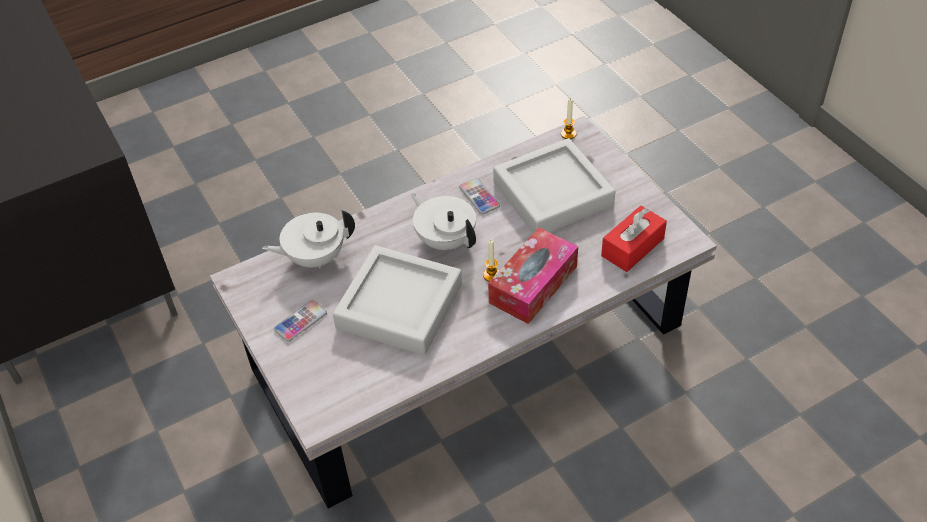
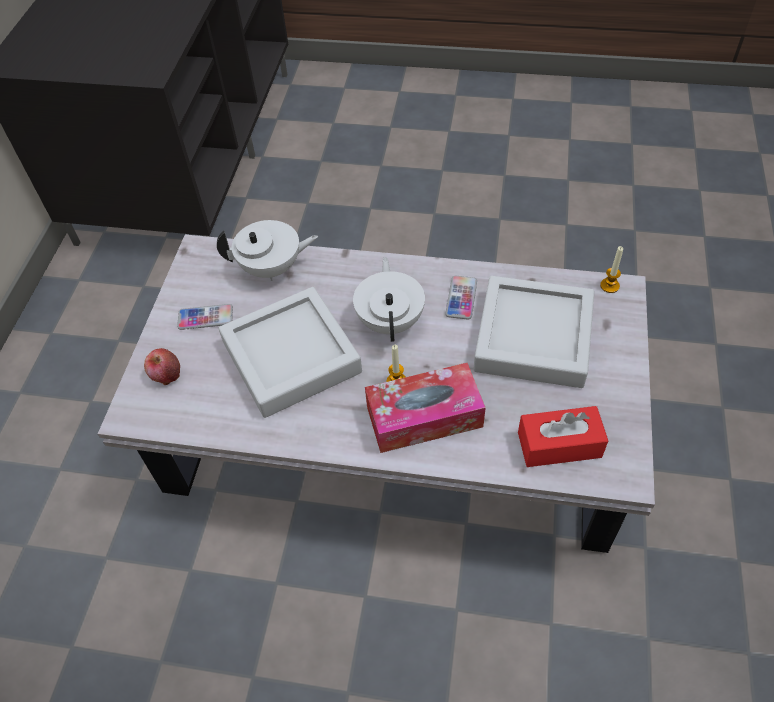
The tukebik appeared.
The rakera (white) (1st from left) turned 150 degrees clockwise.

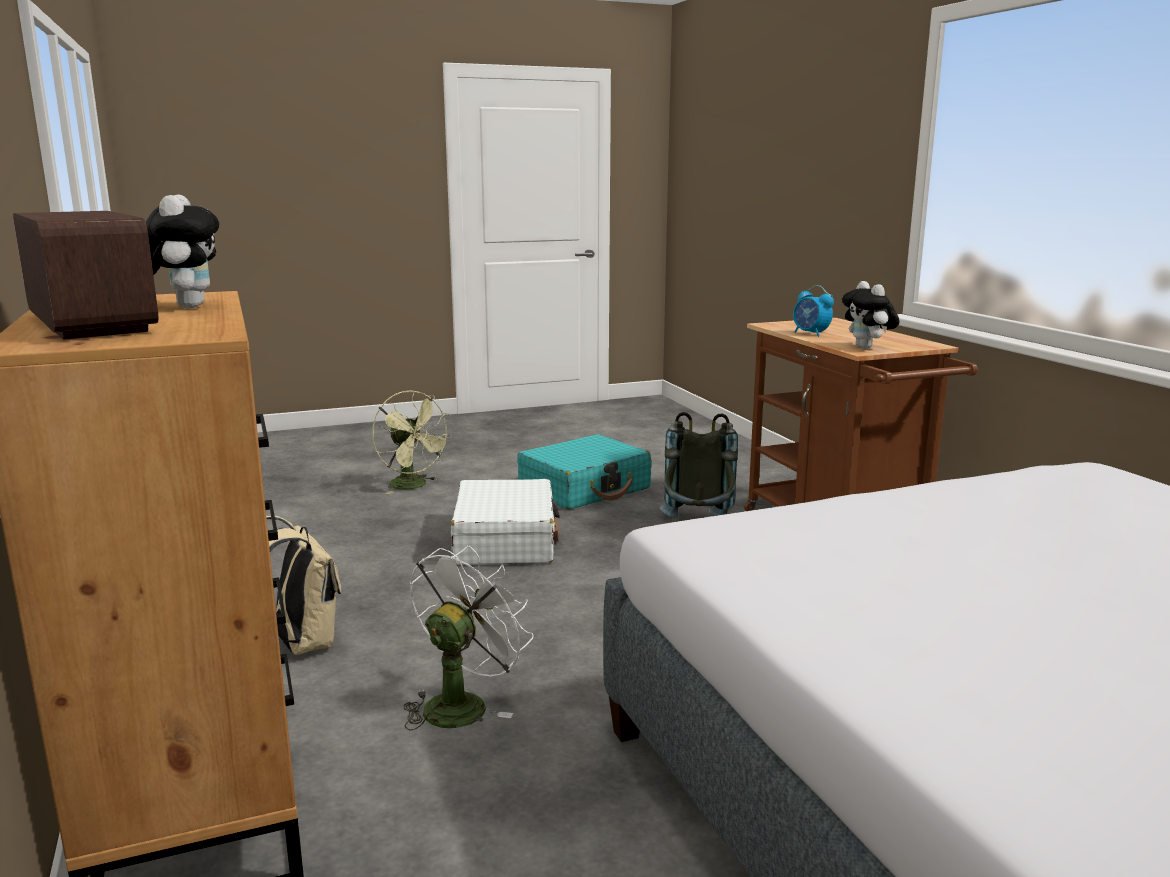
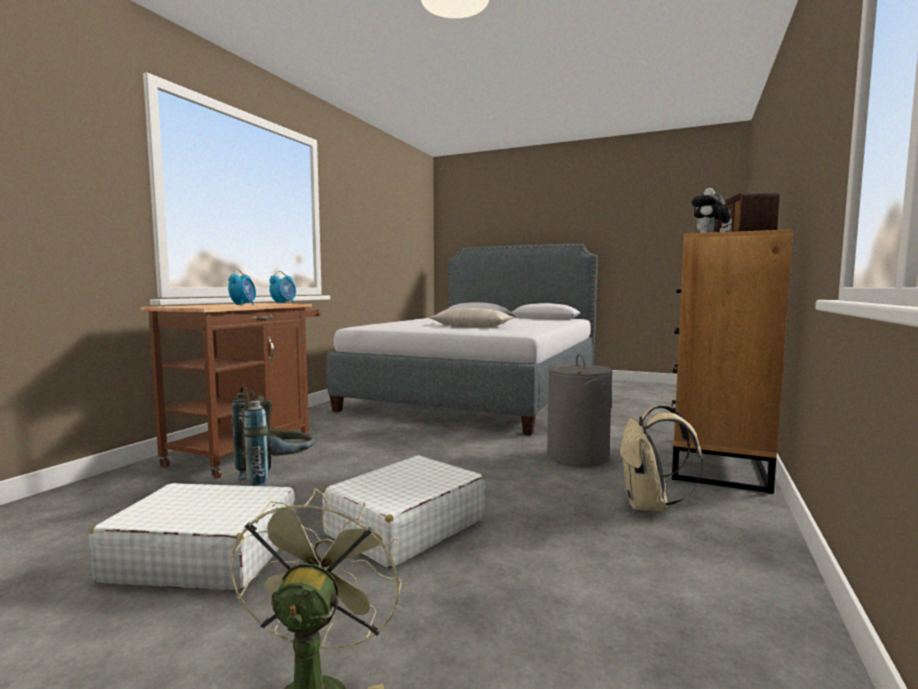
The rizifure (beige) appeared.
The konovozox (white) was replaced by the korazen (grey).
The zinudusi (2nd from left) was replaced by the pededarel (2nd from left).
The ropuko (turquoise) became the ropuko (white) (1st from left).

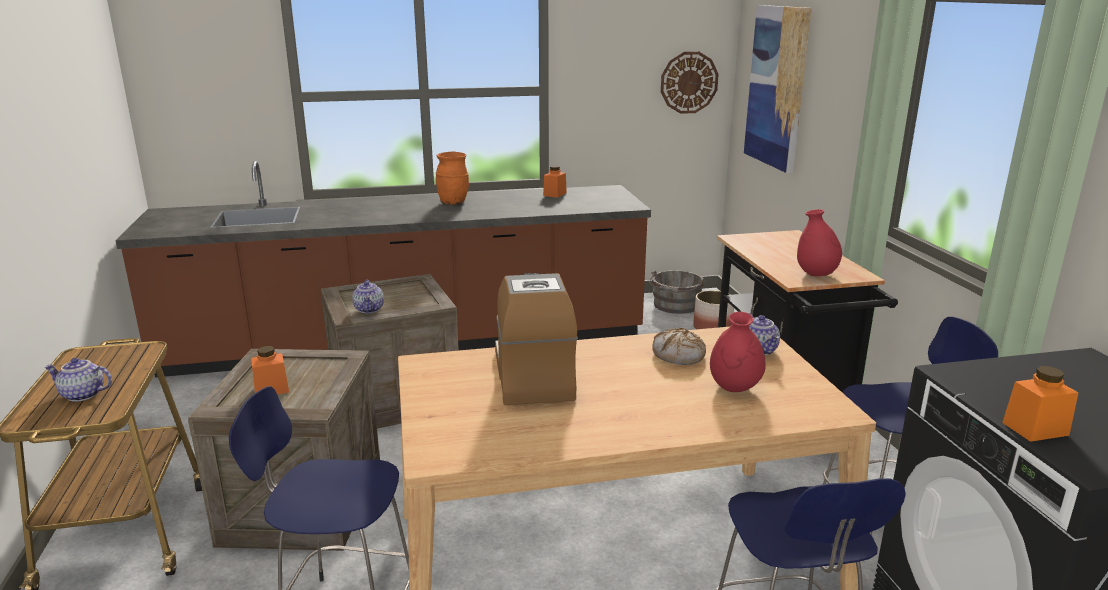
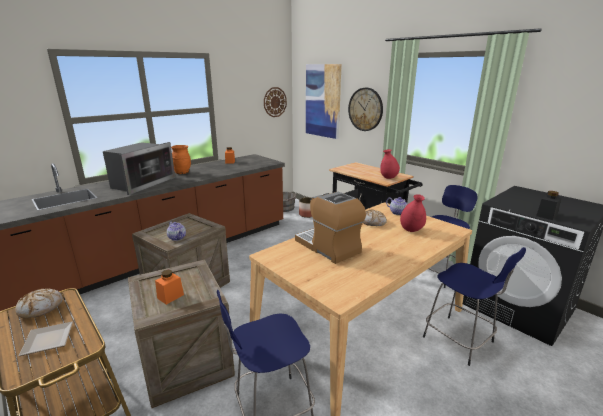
The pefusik (1st from left) appeared.
The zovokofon appeared.
The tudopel (2nd from left) appeared.
The rakera (1st from left) was replaced by the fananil.
The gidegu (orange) (3rd from left) became the gidegu (black).

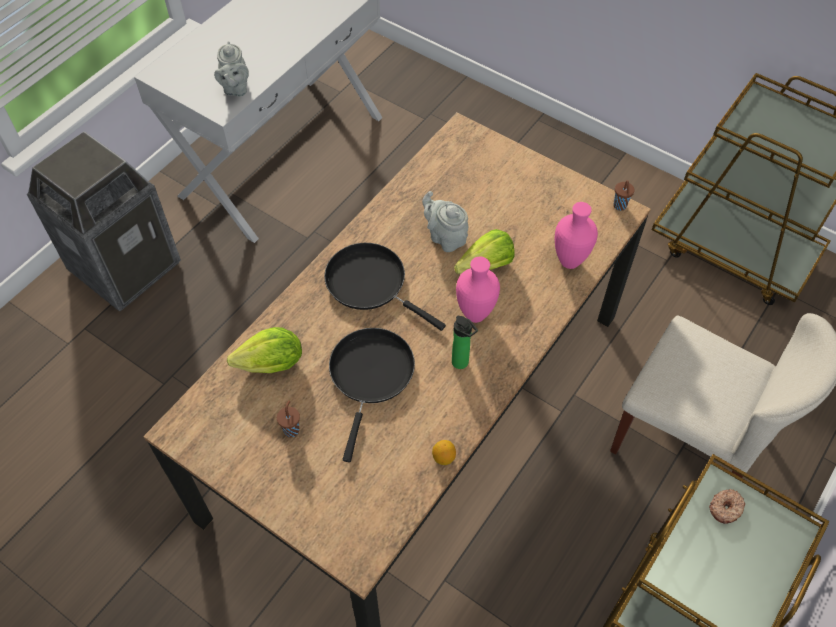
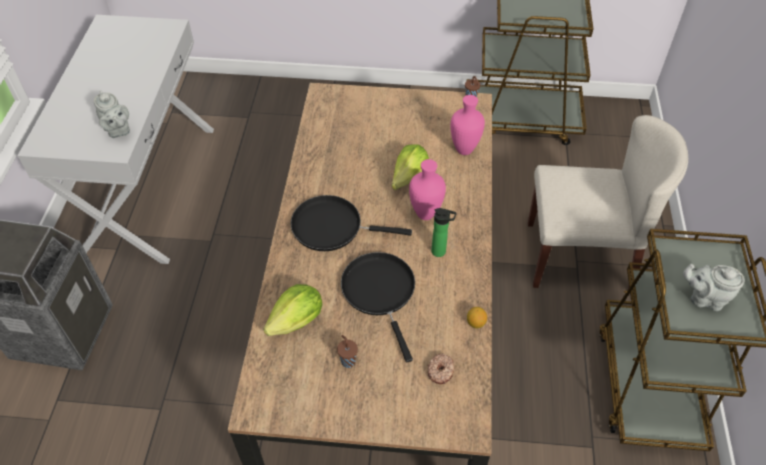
The rakera (grey) (2nd from left) moved.
The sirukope moved.

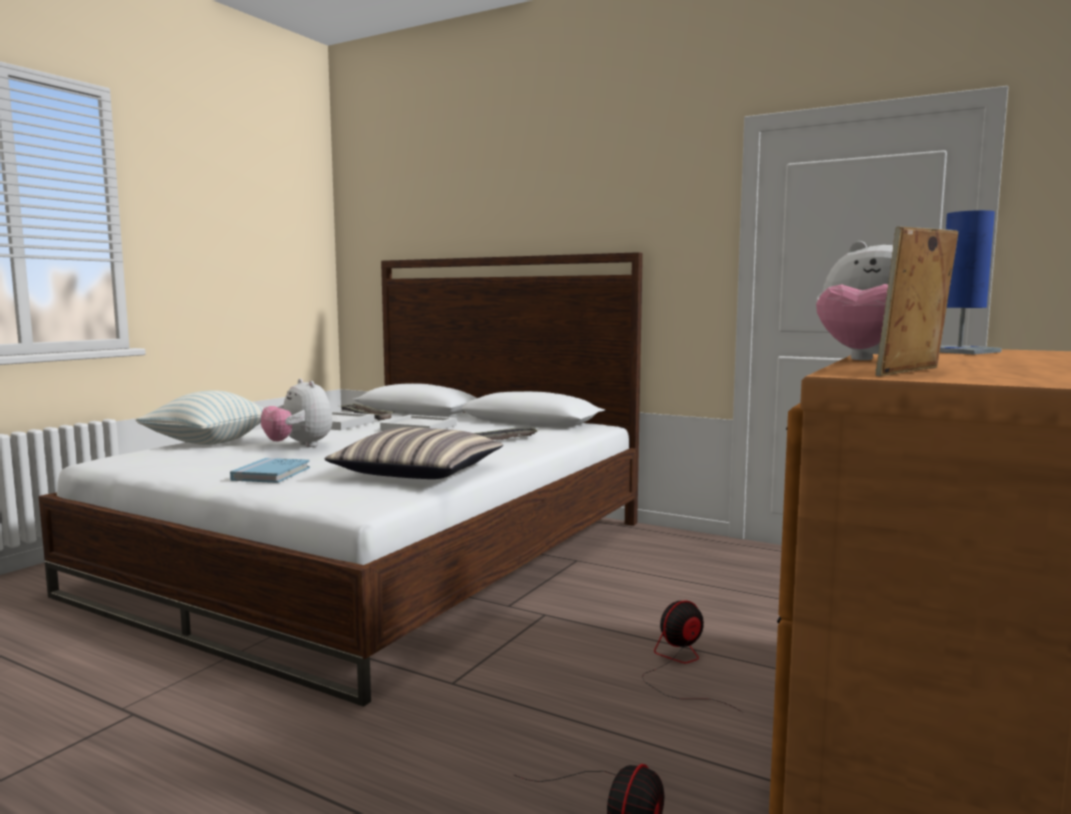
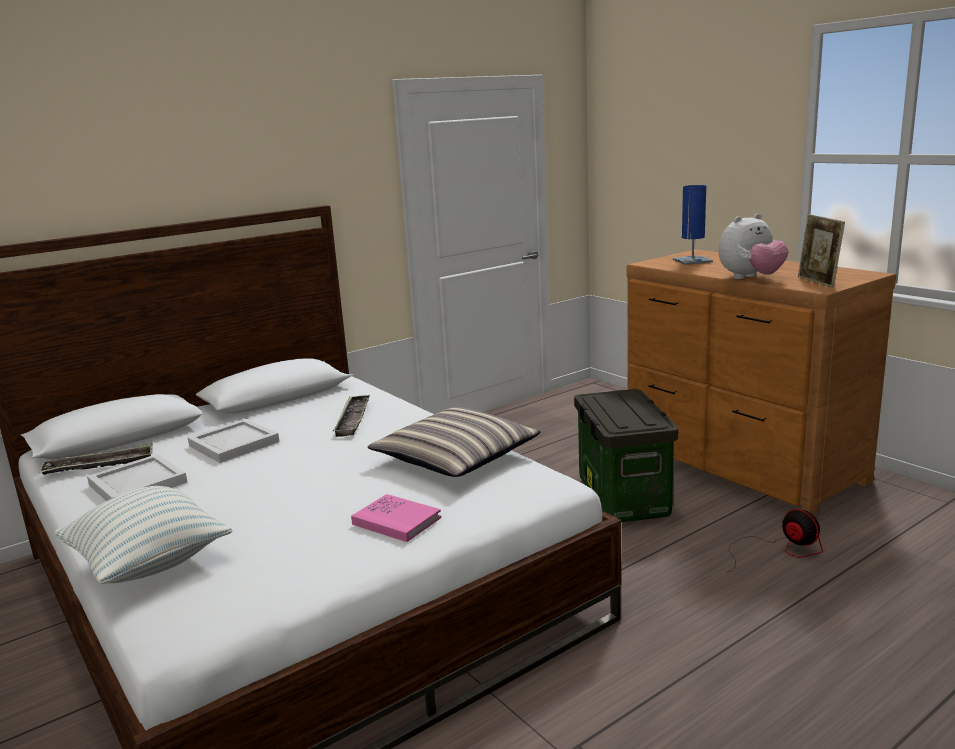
The zinudusi (1st from left) disappeared.
The konovozox (2nd from left) was replaced by the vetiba.
The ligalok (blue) became the ligalok (pink).

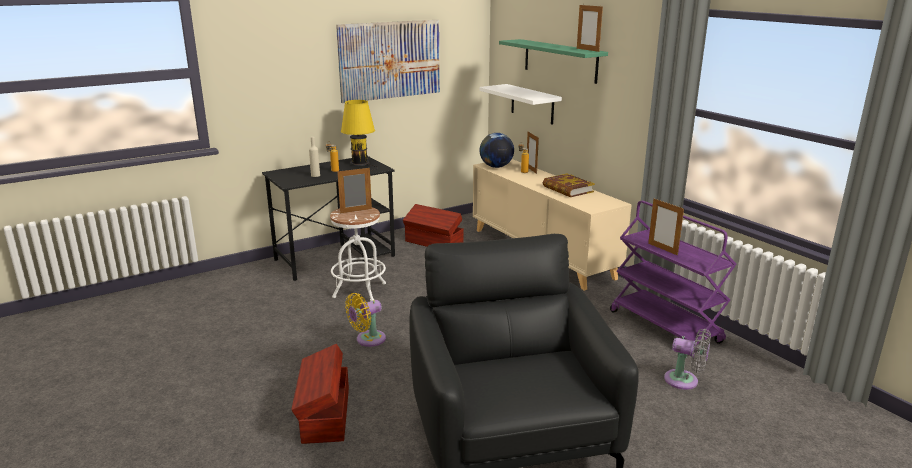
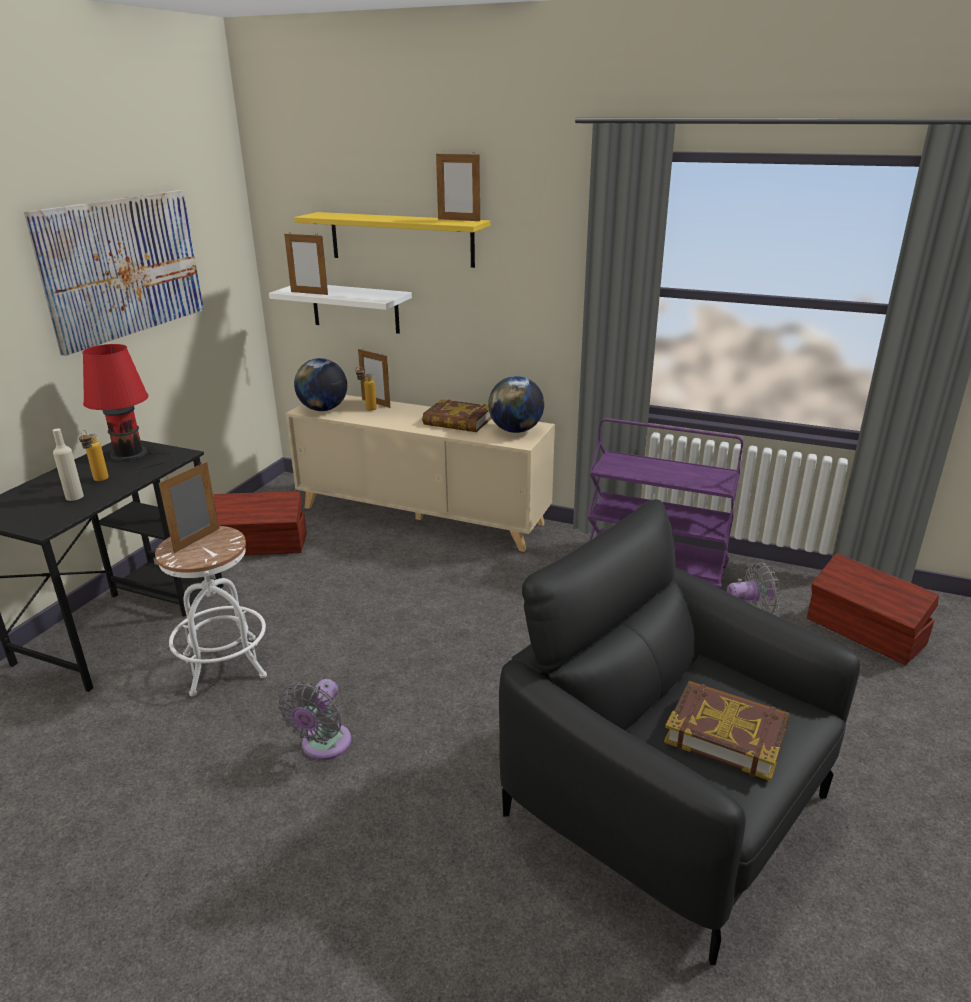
The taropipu (2nd from left) appeared.
The ligalok (2nd from left) appeared.
The vetiba (brown) (1st from left in the first image) moved.
The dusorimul (4th from left in the first image) moved.
The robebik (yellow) became the robebik (red).
The konovozox (yellow) became the konovozox (grey) (1st from left).
The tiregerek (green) became the tiregerek (yellow).

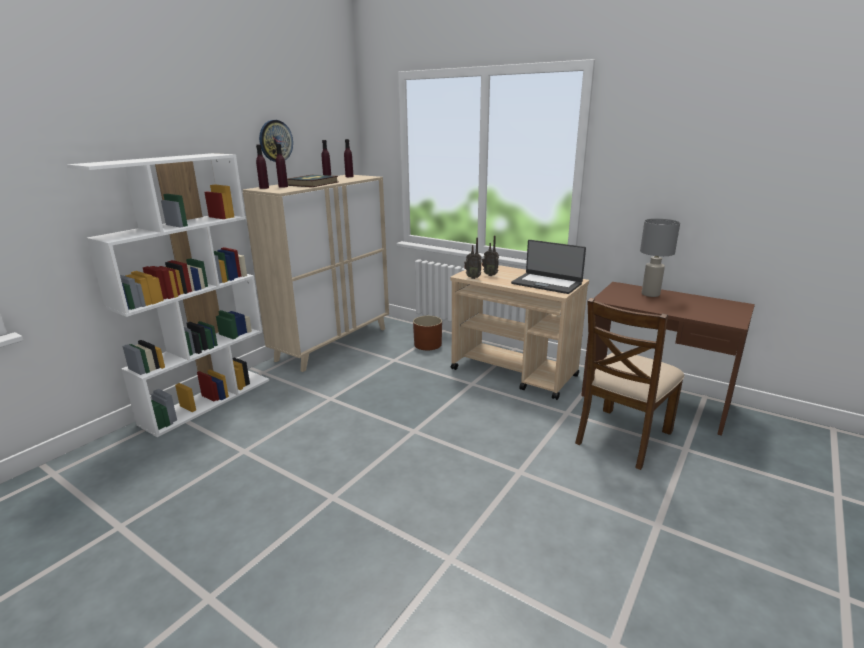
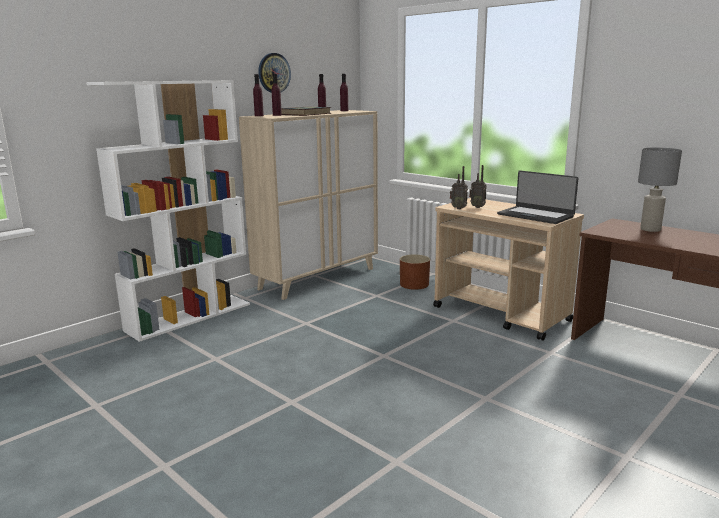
The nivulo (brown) disappeared.

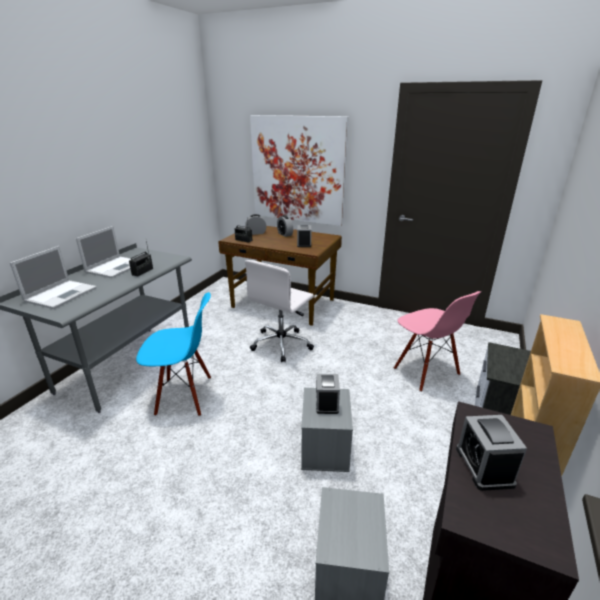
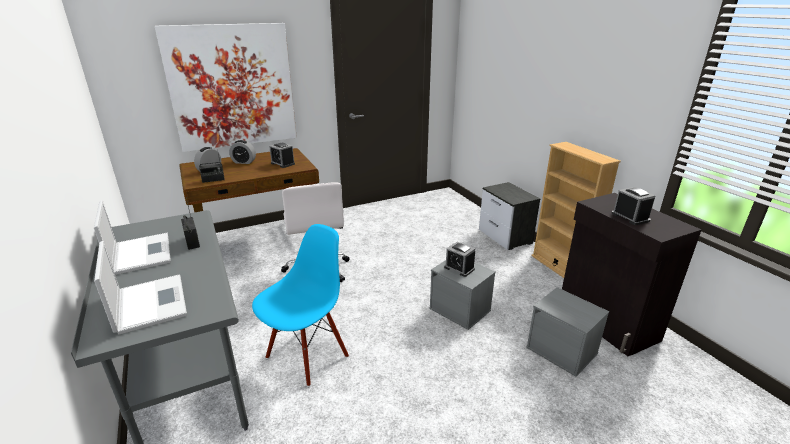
The nivulo (pink) disappeared.
The pededarel (5th from left) turned 150 degrees counterclockwise.

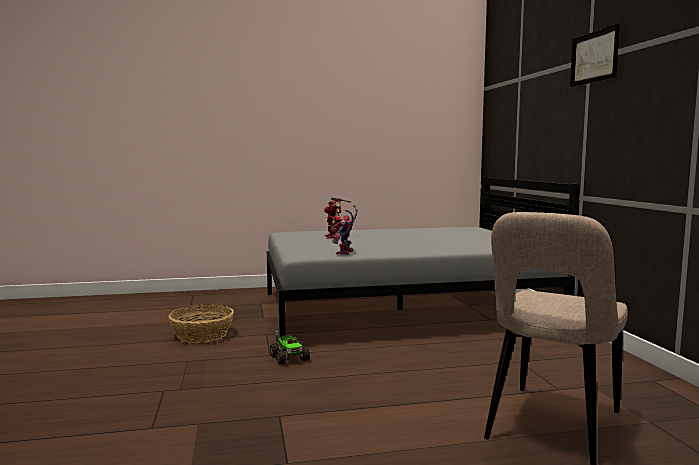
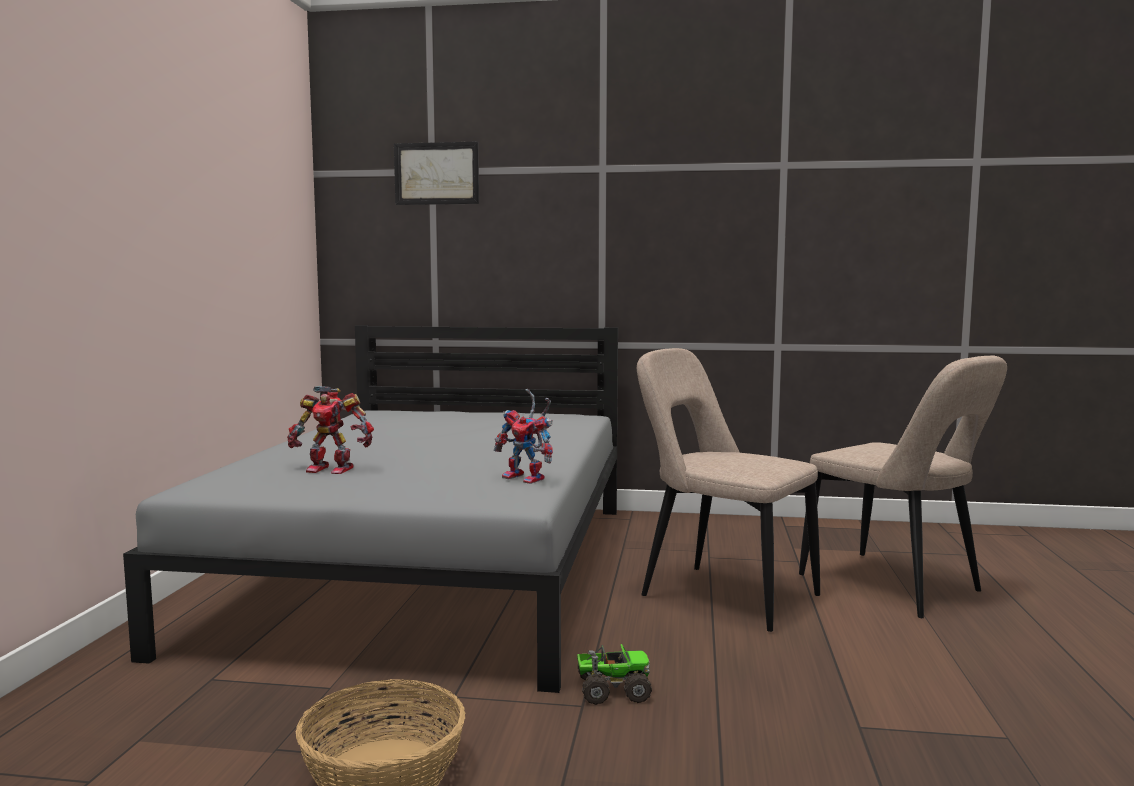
The nivulo (beige) (1st from left) appeared.
The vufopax moved.

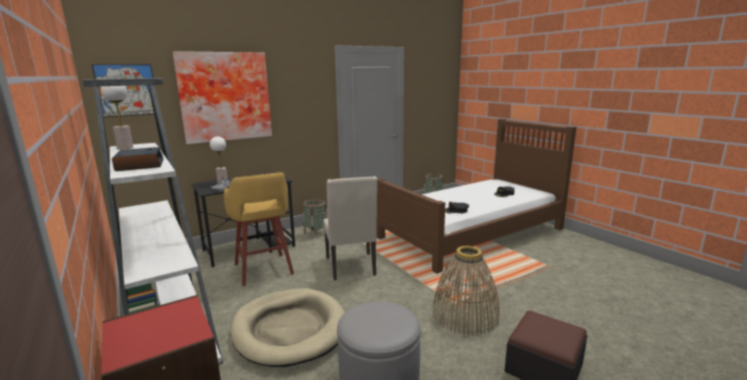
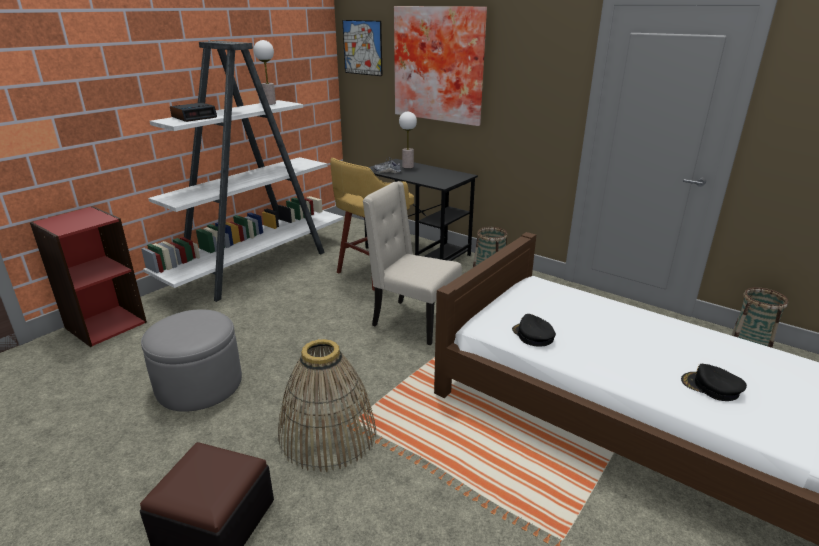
The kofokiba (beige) disappeared.
The nivulo (beige) turned 60 degrees clockwise.

